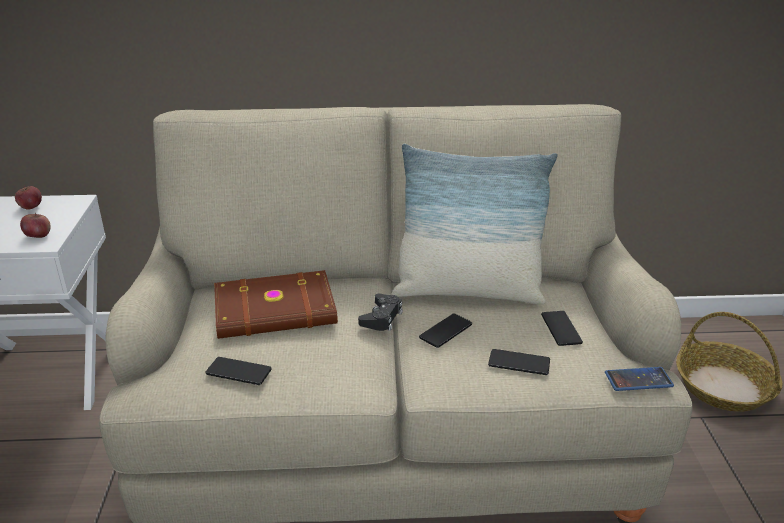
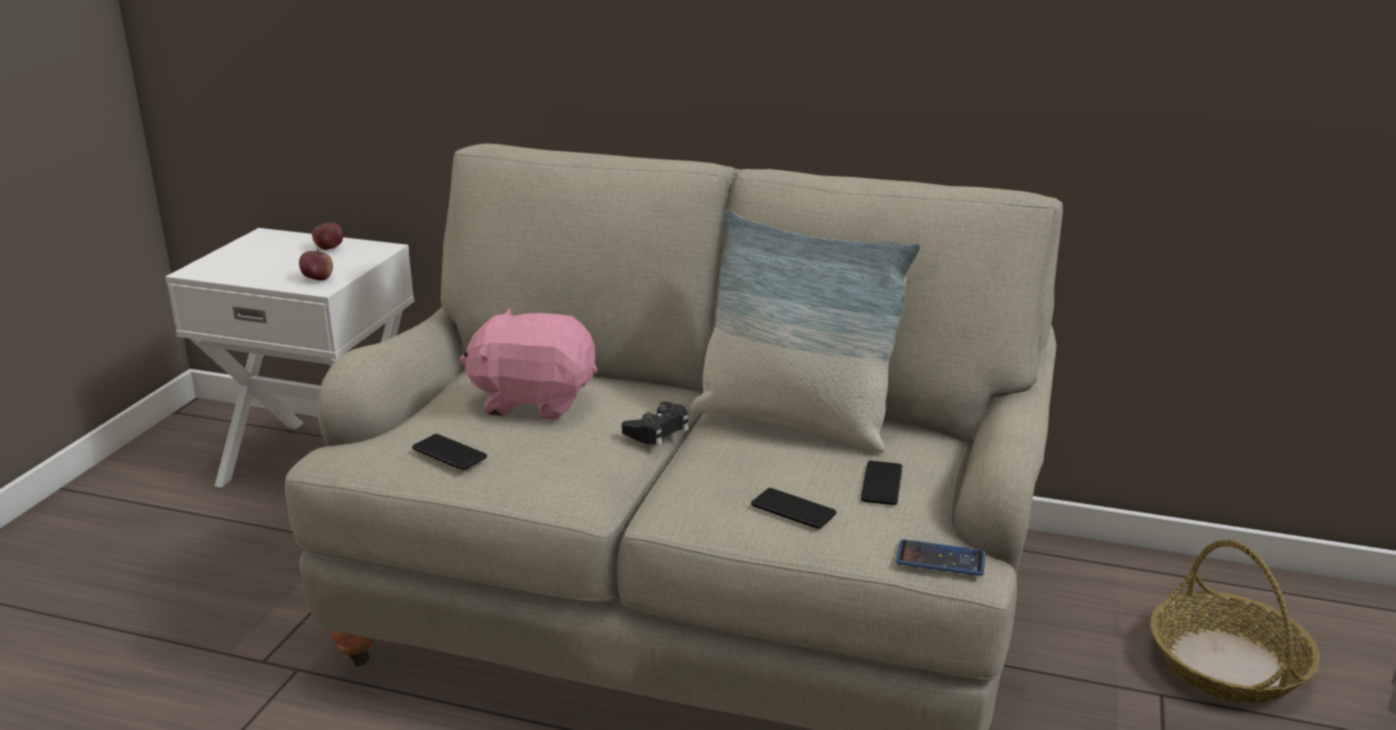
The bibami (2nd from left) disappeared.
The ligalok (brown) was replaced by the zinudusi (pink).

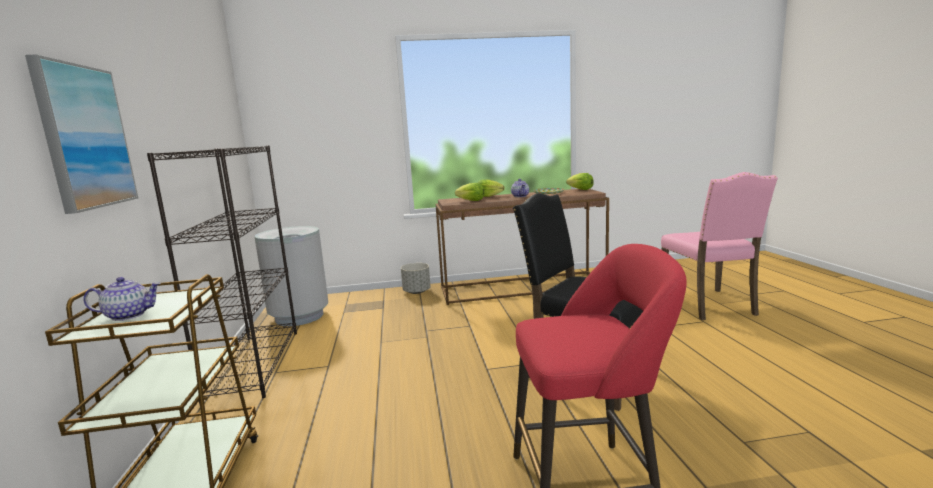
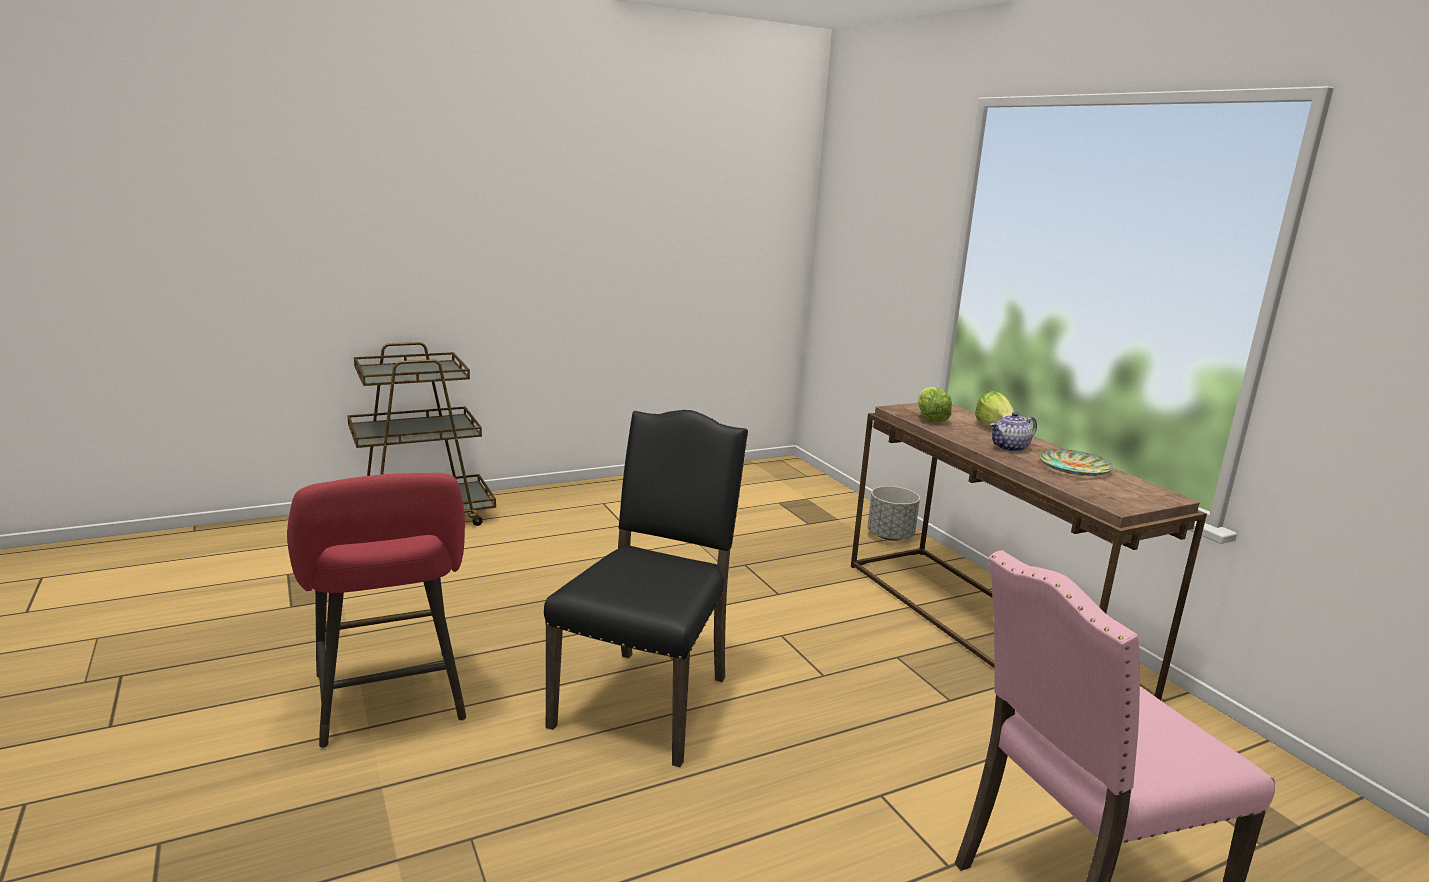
The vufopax disappeared.
The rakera (1st from left) disappeared.
The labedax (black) disappeared.
The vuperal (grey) disappeared.
The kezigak (3rd from left) disappeared.

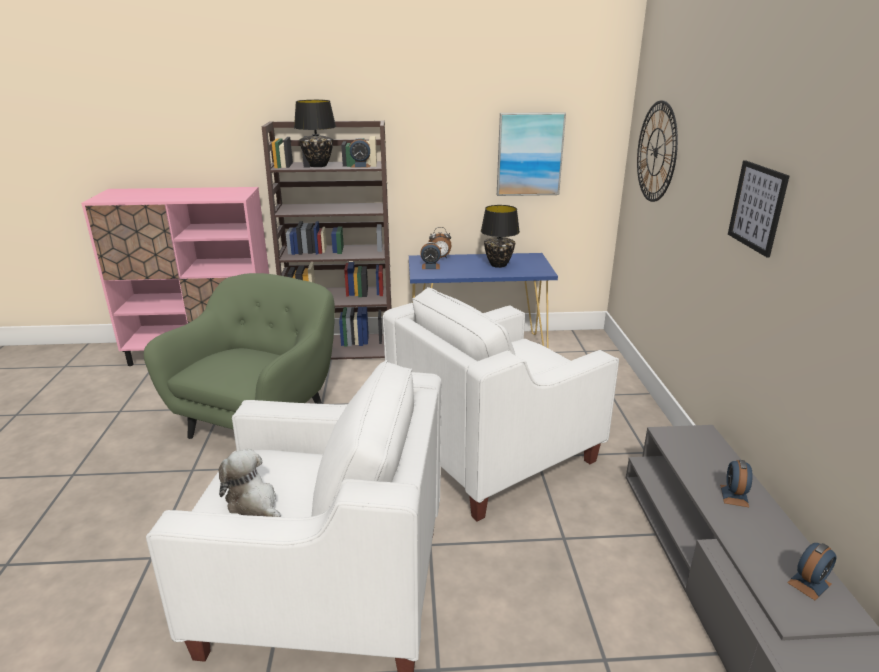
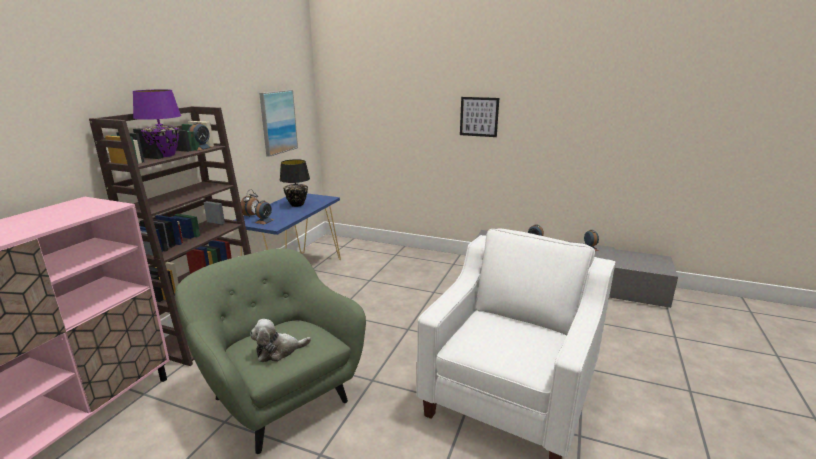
The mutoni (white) (2nd from left) disappeared.
The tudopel disappeared.
The zinudusi moved.
The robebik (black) (1st from left) became the robebik (purple).

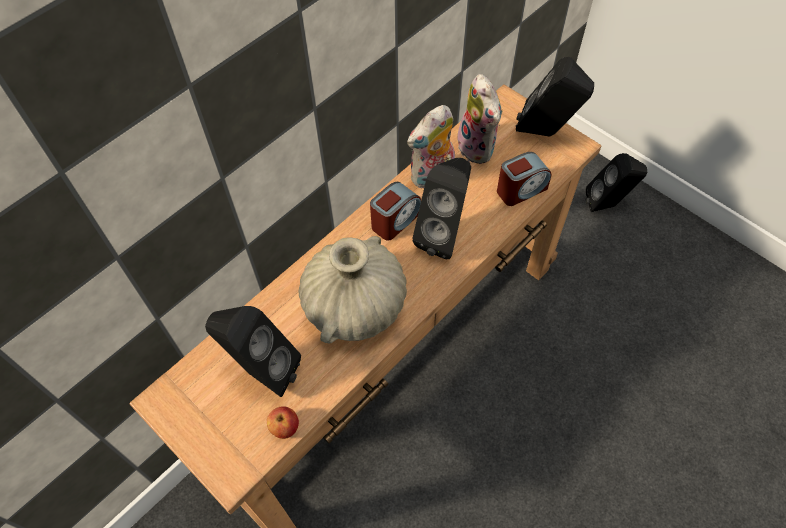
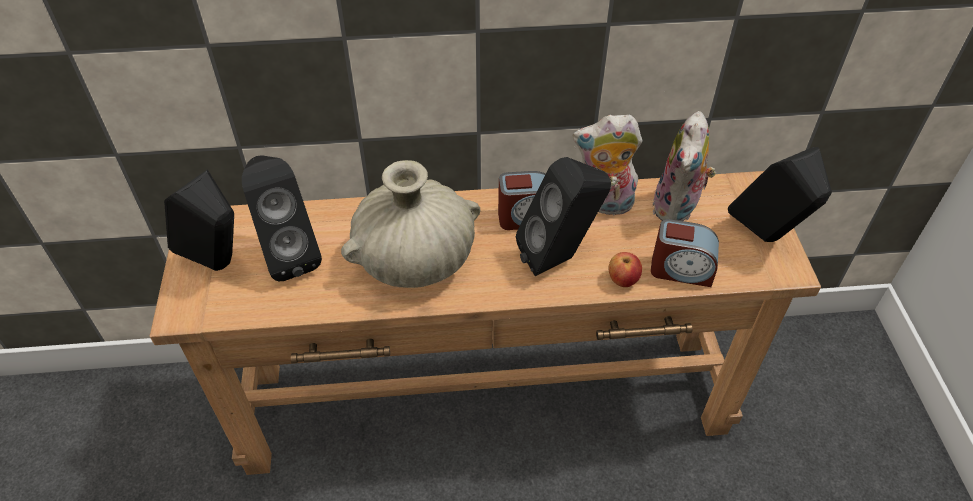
The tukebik moved.
The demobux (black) (4th from left in the first image) moved.

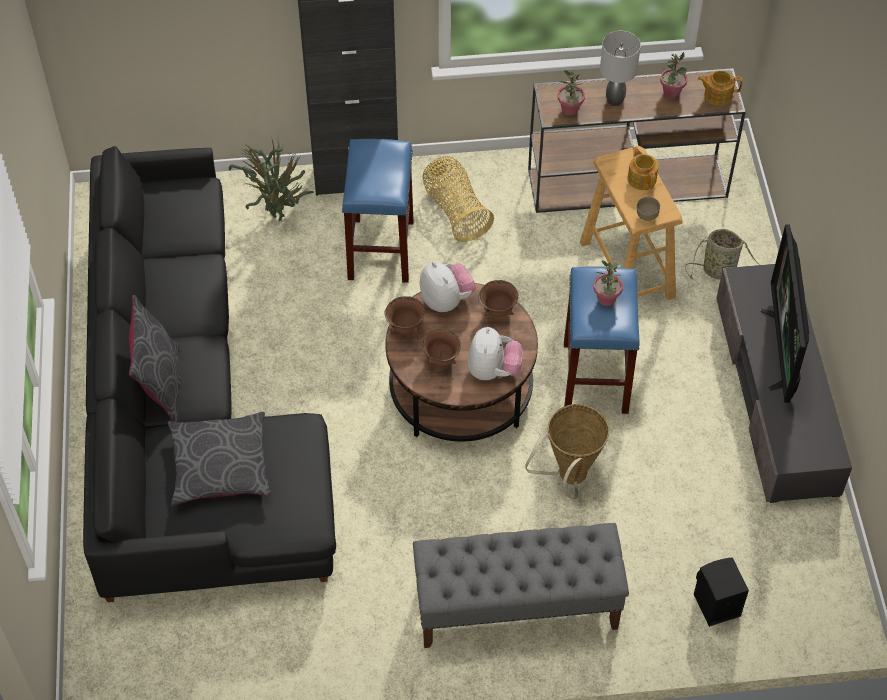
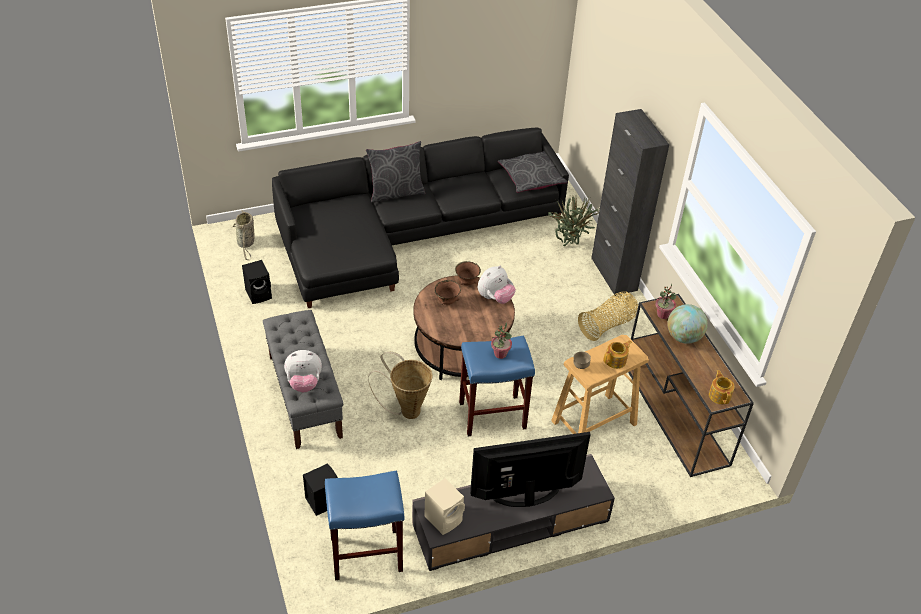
The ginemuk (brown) (3rd from left) disappeared.
The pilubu (4th from left) disappeared.
The demobux (black) (1st from left) appeared.
The demobux (beige) appeared.
The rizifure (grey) (2nd from left) moved.
The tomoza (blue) (1st from left) moved.
The zinudusi (2nd from left in the first image) moved.
The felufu (3rd from left in the first image) moved.
The robebik (grey) was replaced by the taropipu.

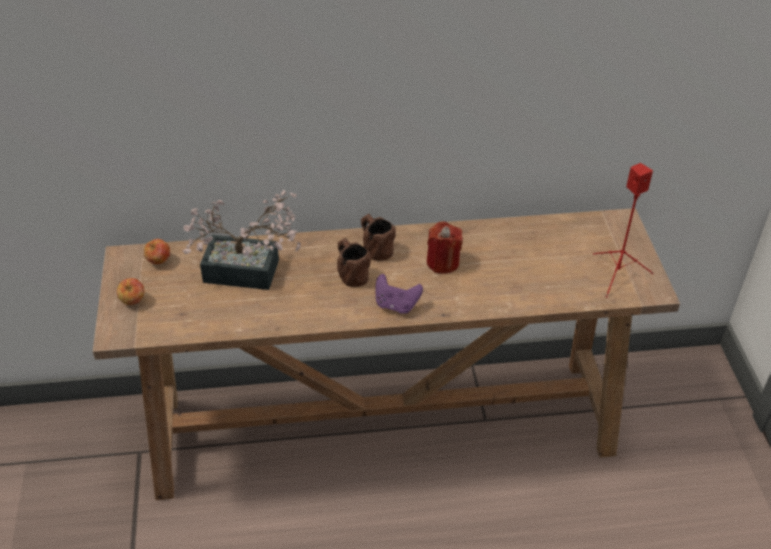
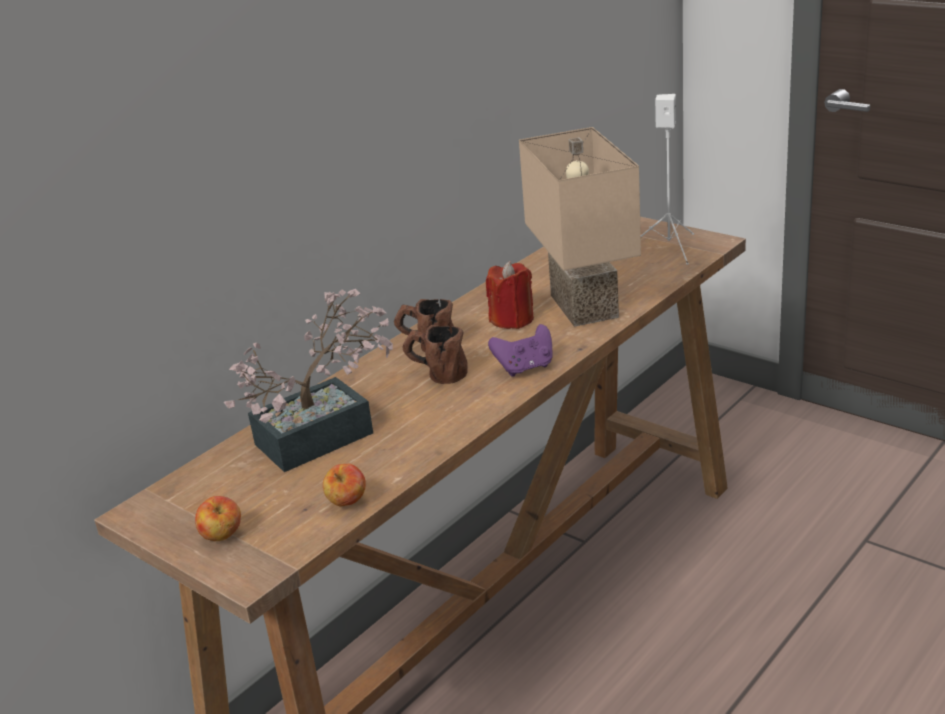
The robebik (beige) appeared.
The tukebik (2nd from left) moved.
The demobux (red) became the demobux (white).

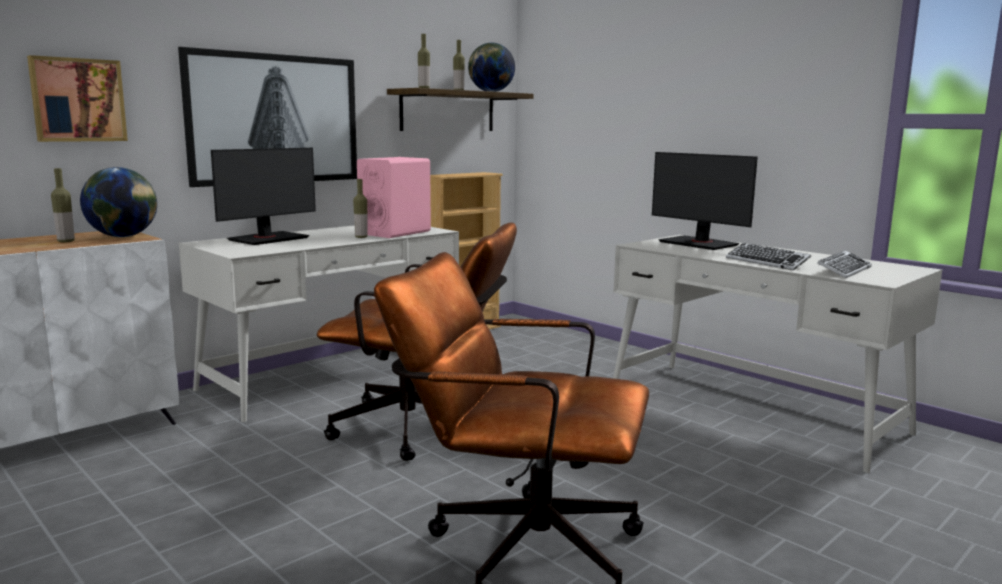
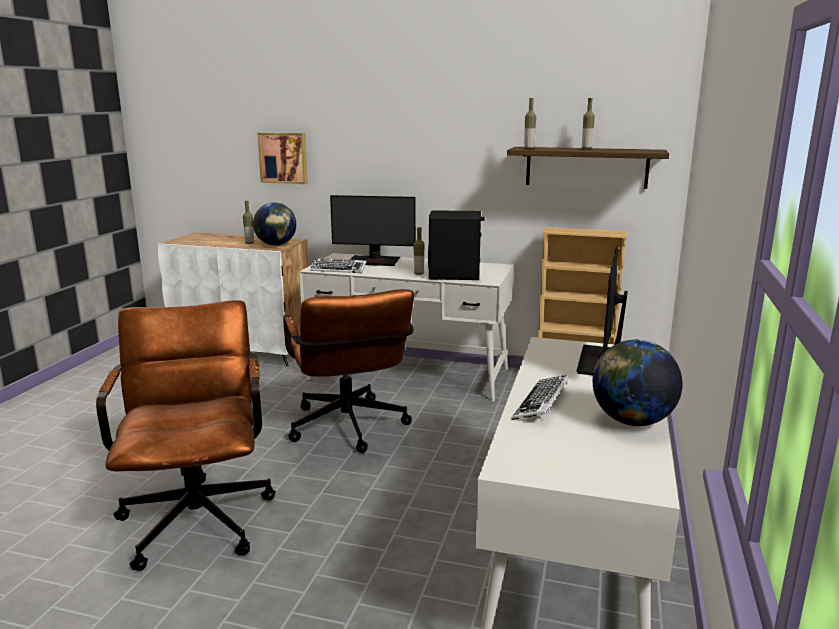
The vufopax (2nd from left) disappeared.
The taropipu (2nd from left) moved.
The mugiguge (2nd from left in the first image) moved.
The demobux (pink) became the demobux (black).

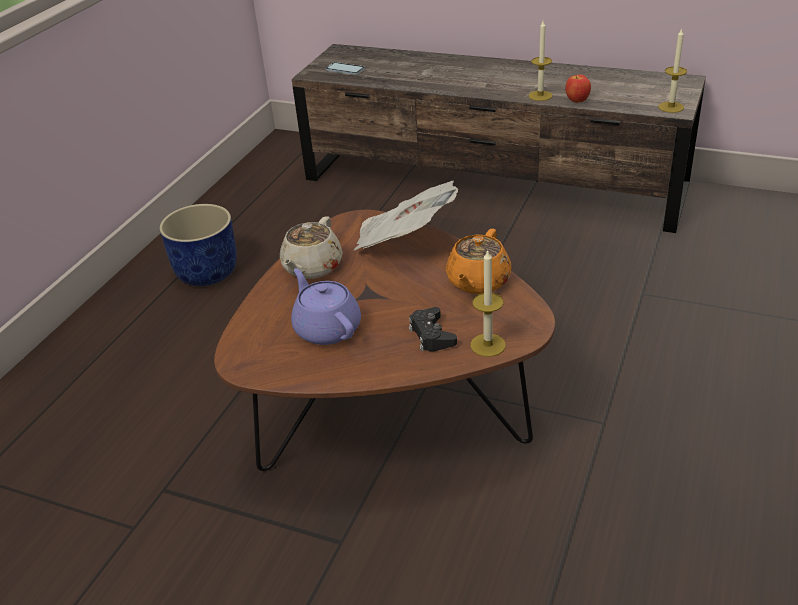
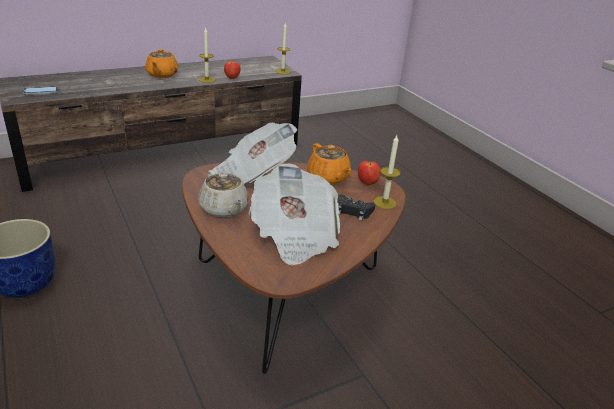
The rakera (orange) (1st from left) appeared.
The tukebik (2nd from left) appeared.
The rakera (purple) was replaced by the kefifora (2nd from left).

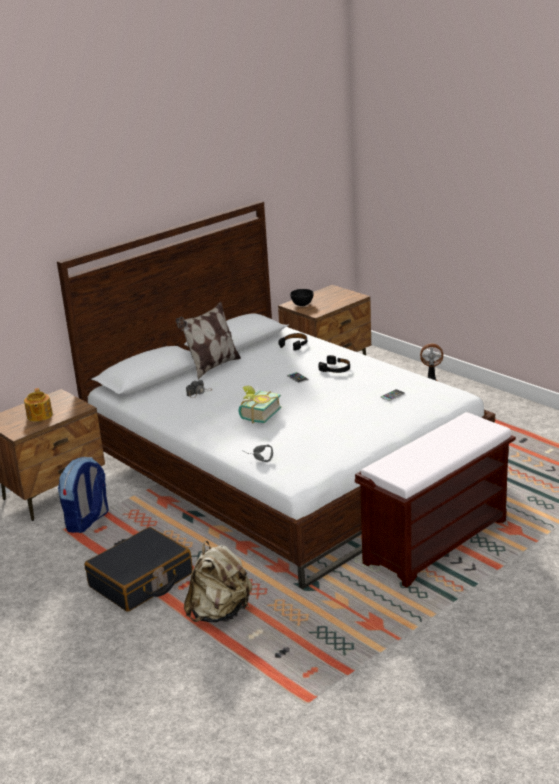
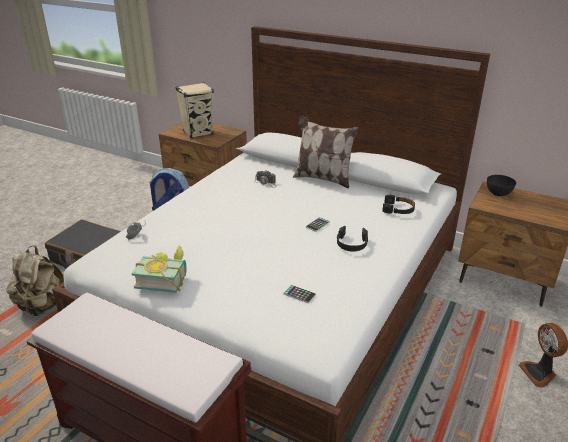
The ligalok moved.
The rakera was replaced by the demobux (beige).

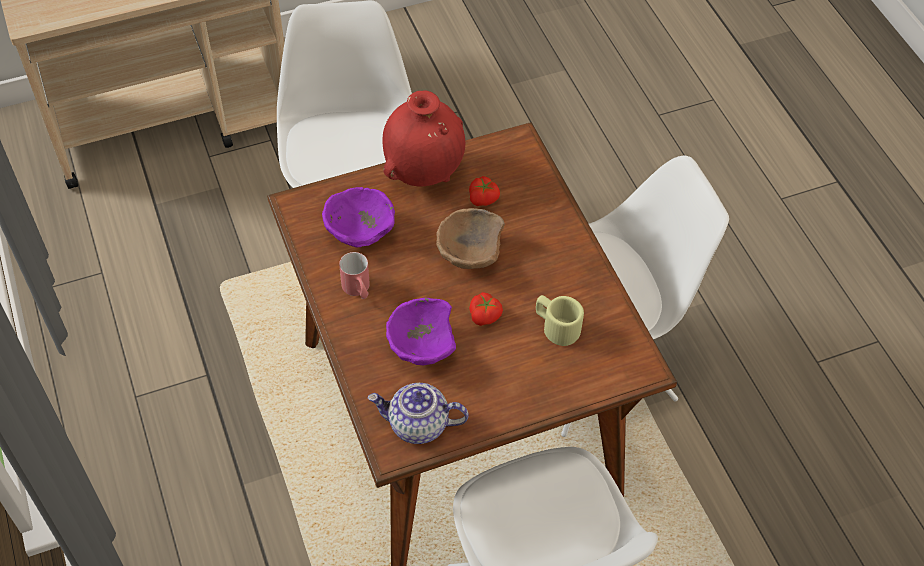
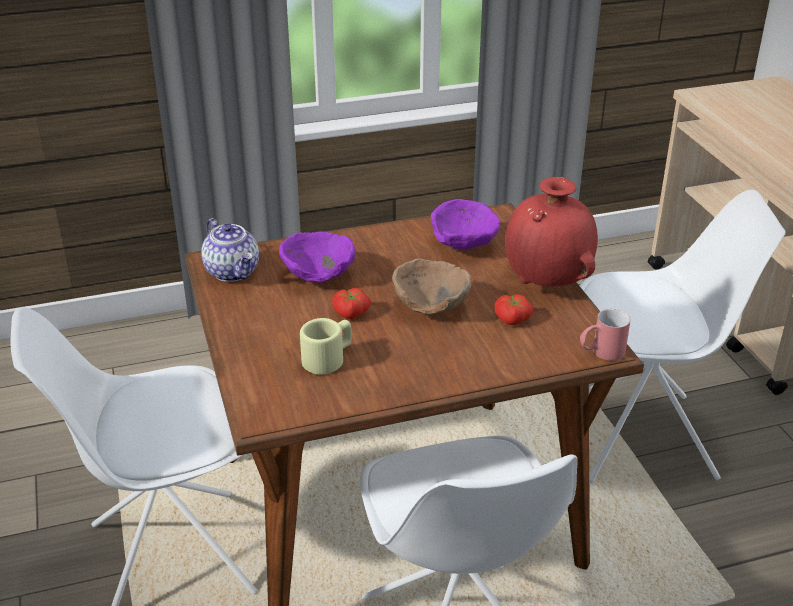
The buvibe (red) moved.
The rakera turned 135 degrees clockwise.

